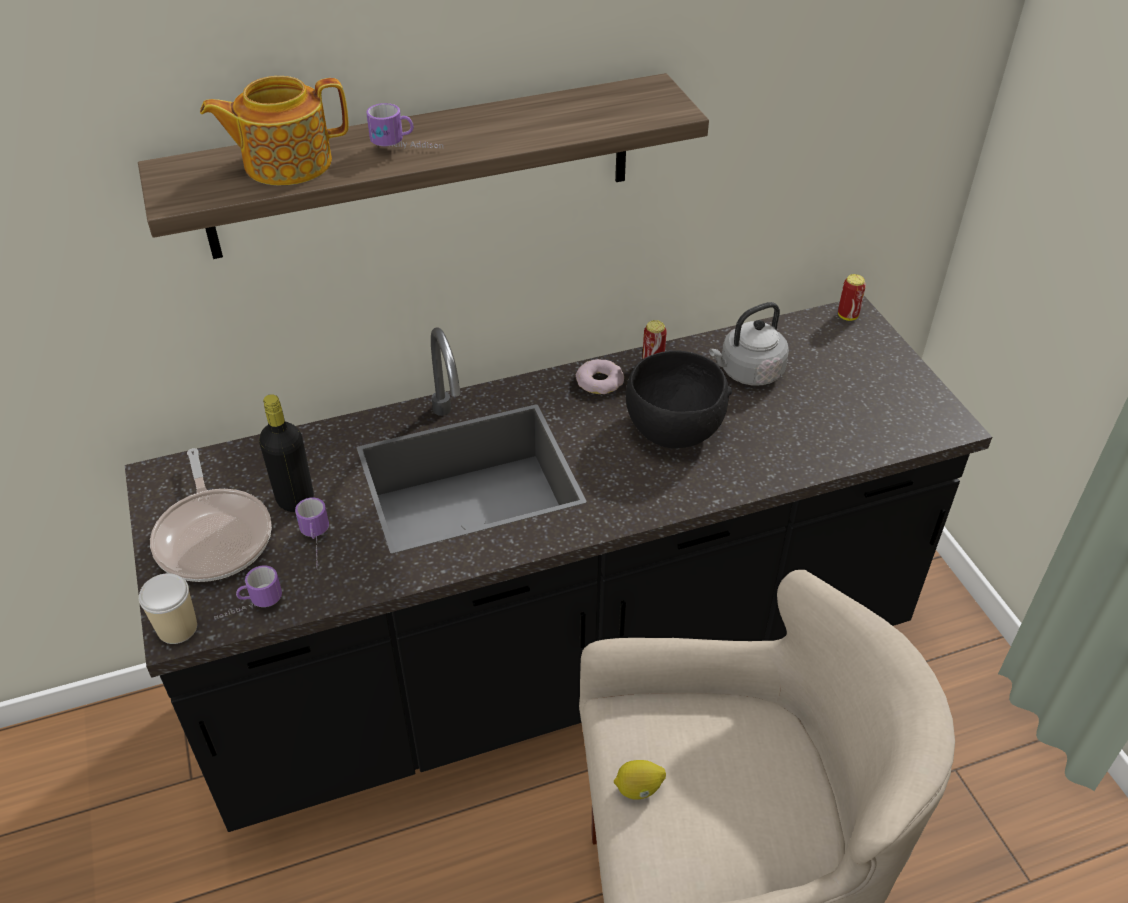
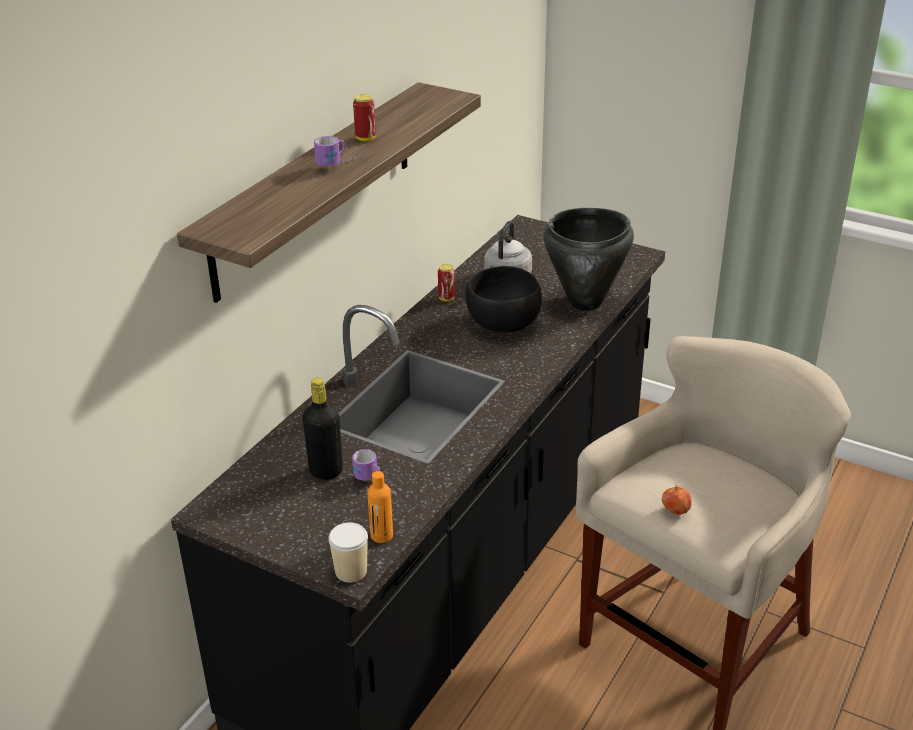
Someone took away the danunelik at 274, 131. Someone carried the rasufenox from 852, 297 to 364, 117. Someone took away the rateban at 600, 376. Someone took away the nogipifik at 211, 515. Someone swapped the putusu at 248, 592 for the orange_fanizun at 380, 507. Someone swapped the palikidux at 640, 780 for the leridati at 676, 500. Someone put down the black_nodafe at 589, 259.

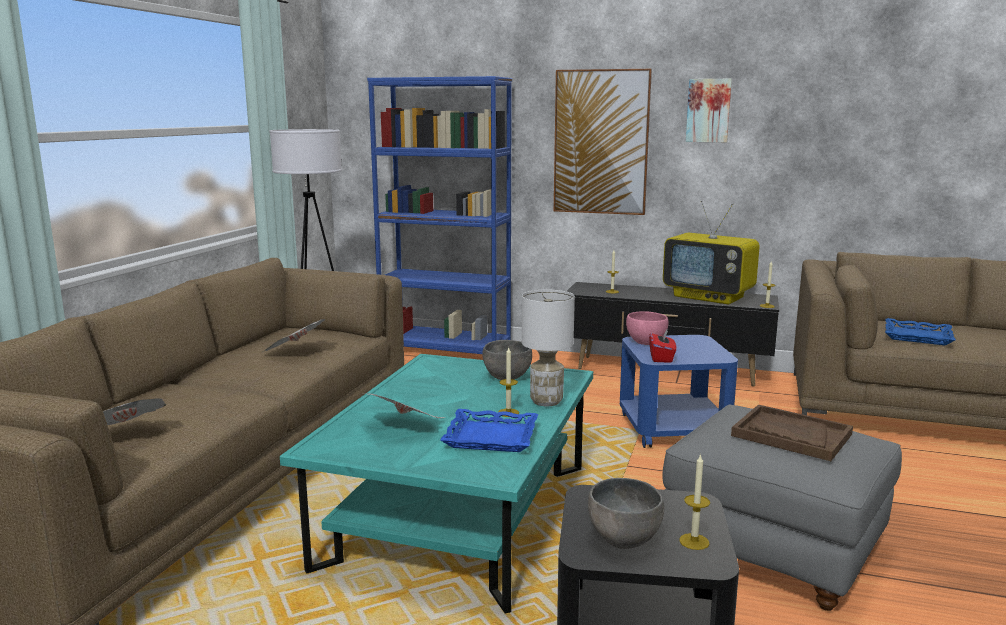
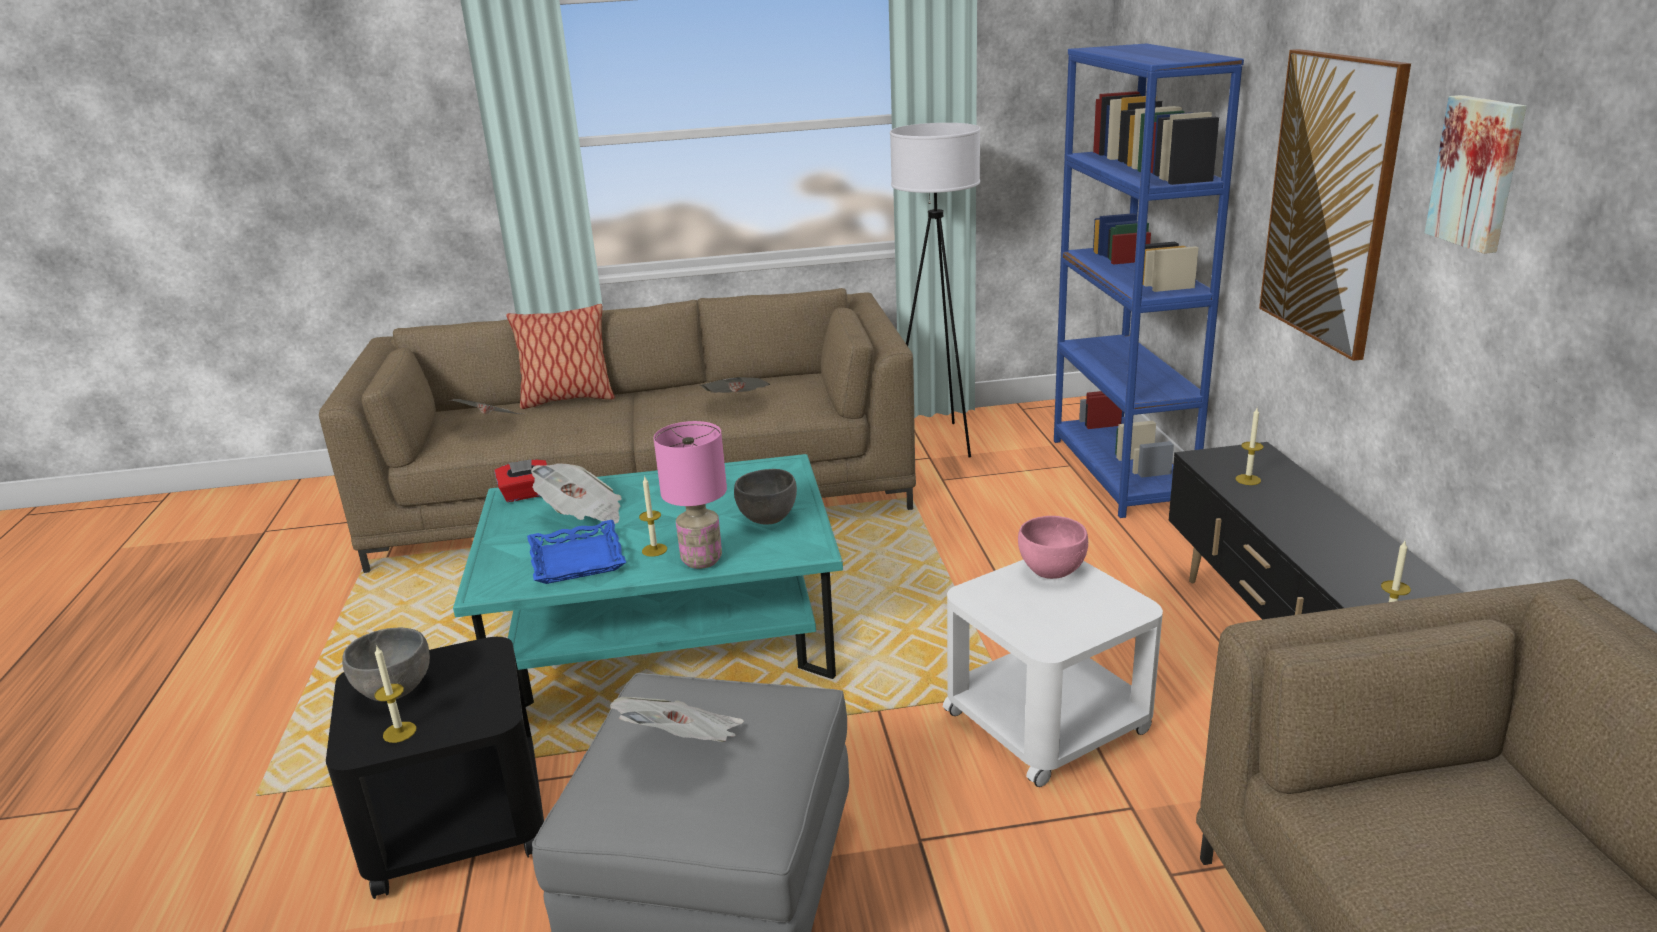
Someone took away the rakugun at 711, 252. Someone repainted the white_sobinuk at 548, 348, which became the pink_sobinuk at 690, 495. Someone took away the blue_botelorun at 920, 332. Someone carried the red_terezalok from 662, 346 to 521, 480. Someone repainted the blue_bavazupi at 679, 391, which became the white_bavazupi at 1053, 673. Someone swapped the brown_botelorun at 792, 432 for the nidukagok at 677, 719. Someone put down the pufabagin at 560, 356.

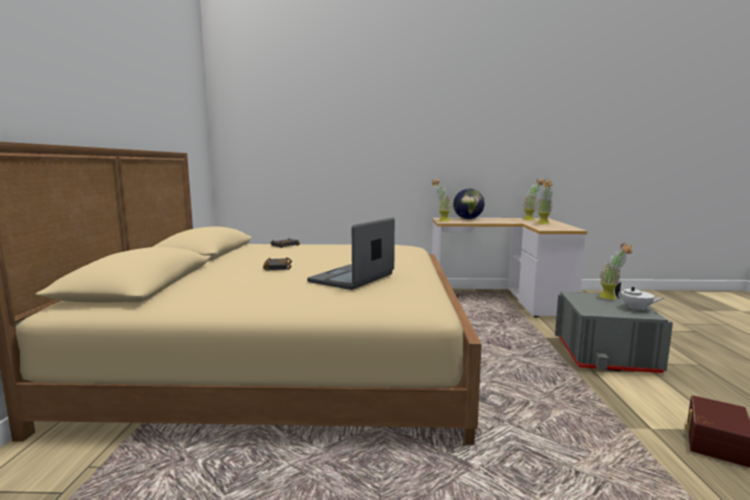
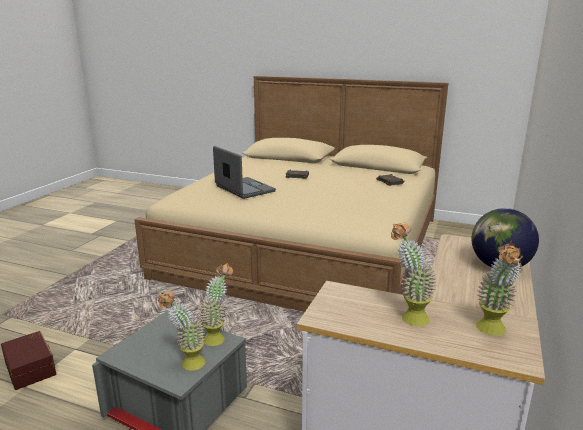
Someone carried the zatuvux from 442, 200 to 216, 304. Someone took away the white_danunelik at 639, 296.

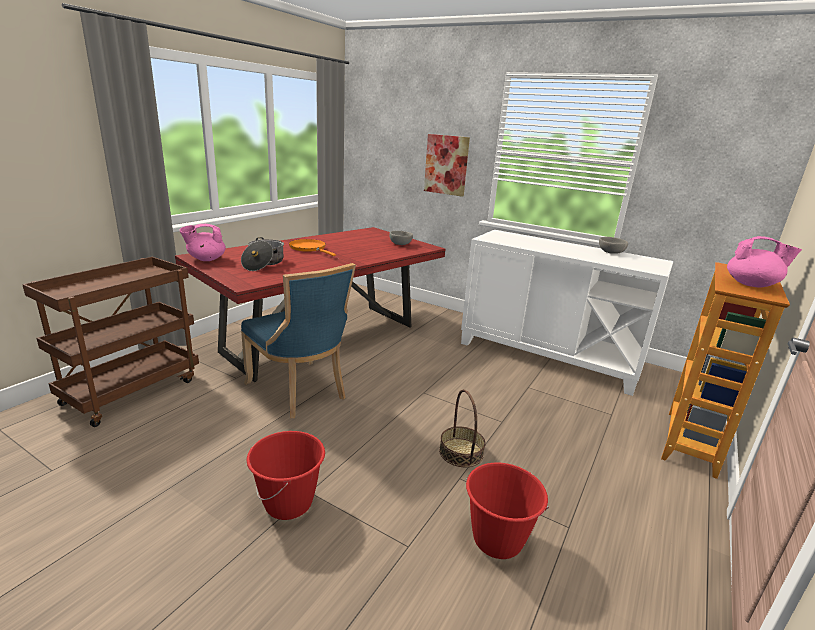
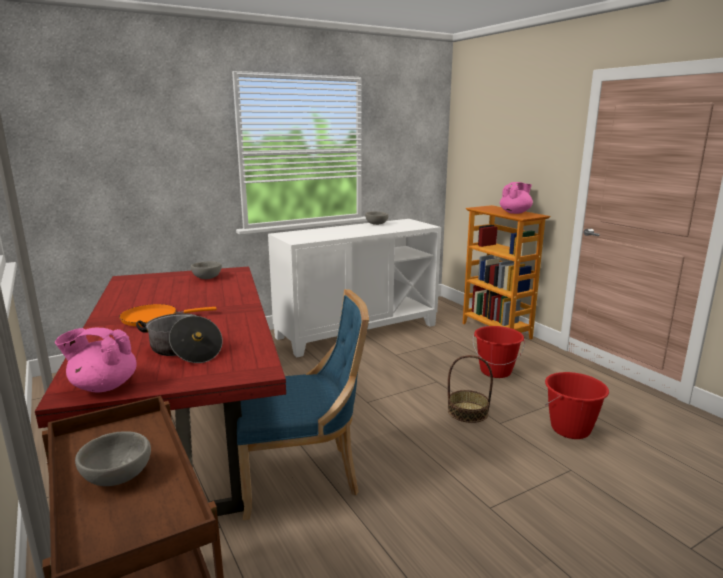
Someone took away the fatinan at 447, 165. Someone rotated the pink_danunelik at 203, 242 by 90 degrees clockwise. Someone carried the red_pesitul from 286, 475 to 499, 352. Someone put down the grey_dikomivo at 113, 458.

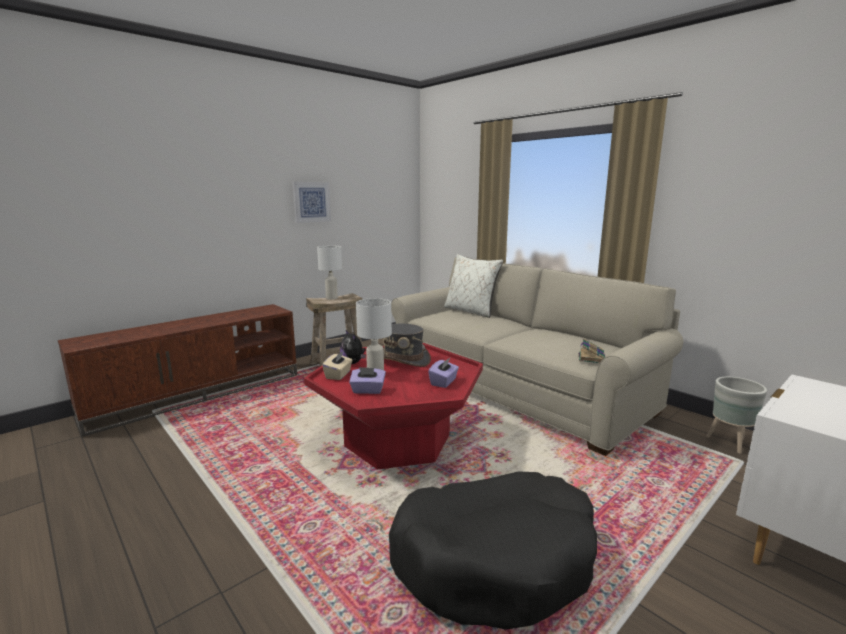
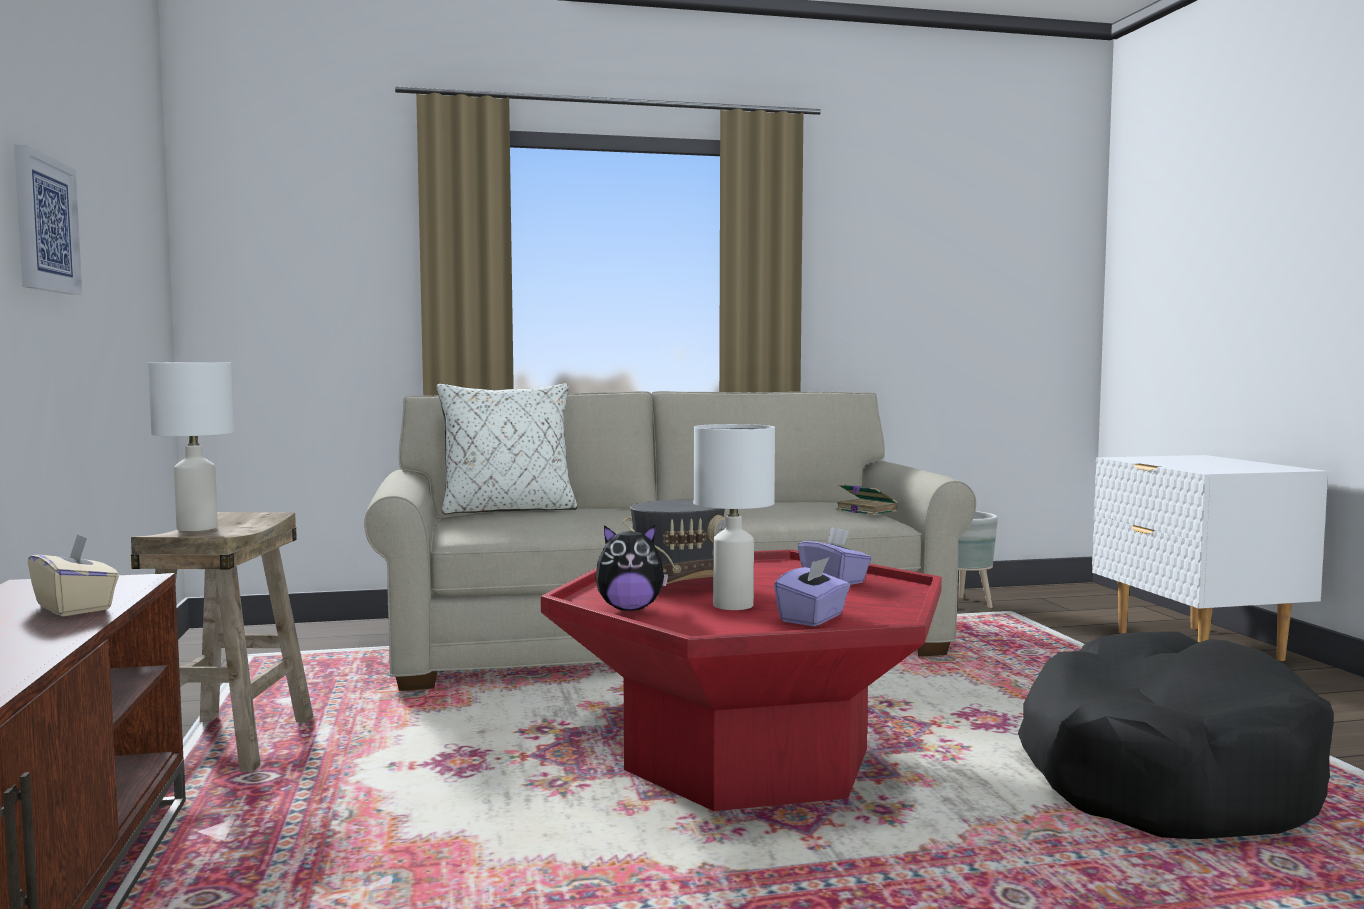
Someone carried the beige_terezalok from 337, 365 to 73, 575.

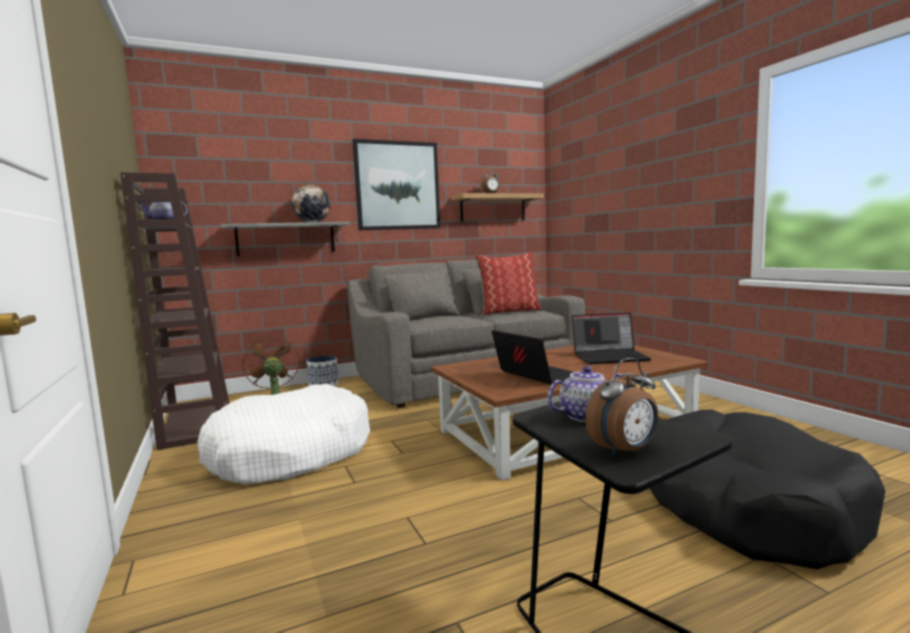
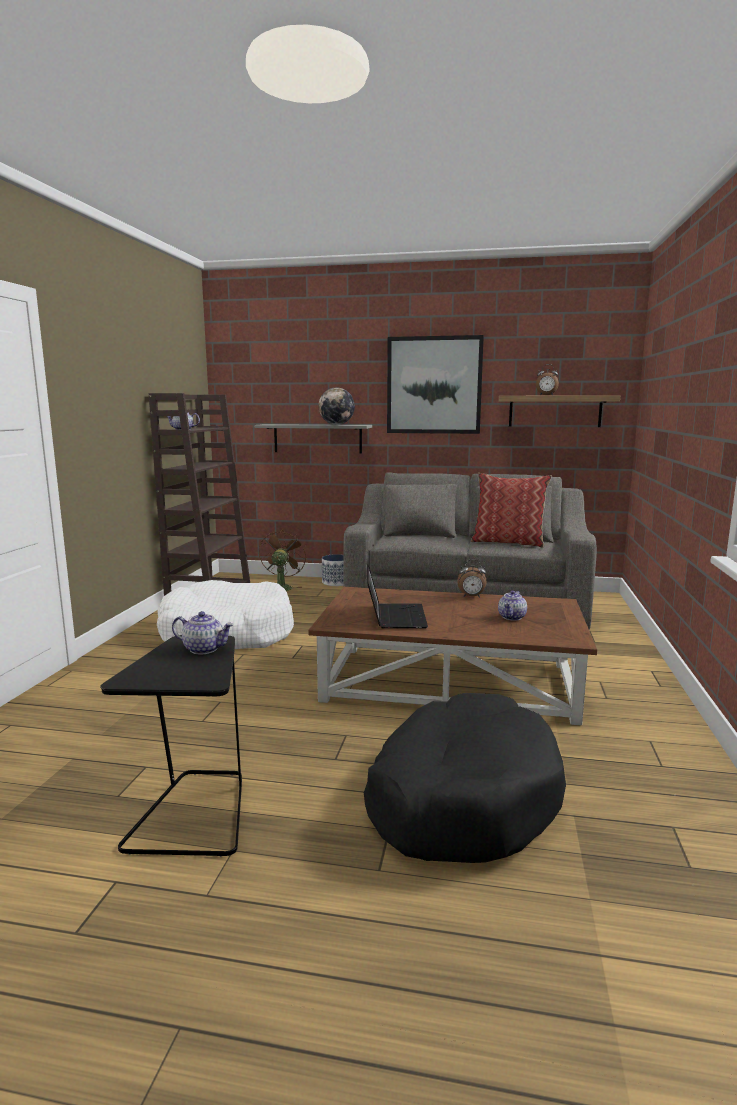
Someone swapped the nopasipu at 611, 338 for the danunelik at 512, 605. Someone carried the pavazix from 621, 407 to 472, 578.

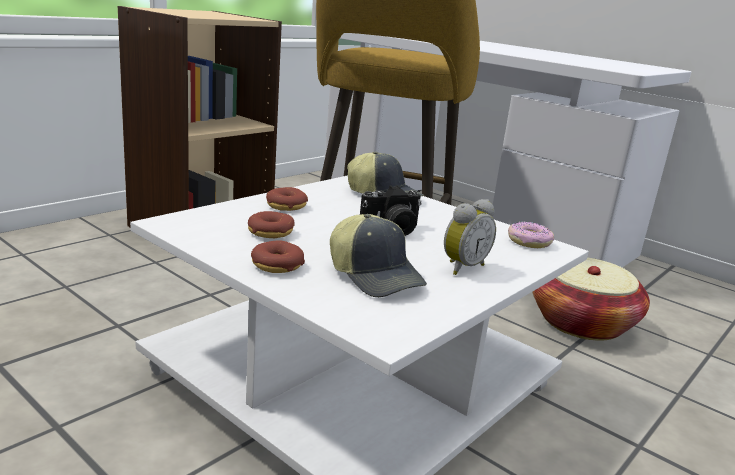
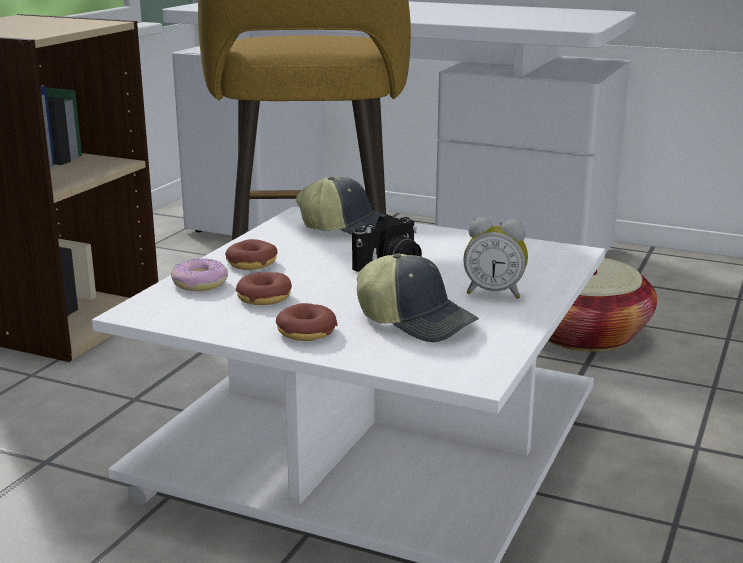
Someone rotated the pavazix at 470, 237 by 75 degrees clockwise. Someone carried the rateban from 531, 235 to 199, 275.

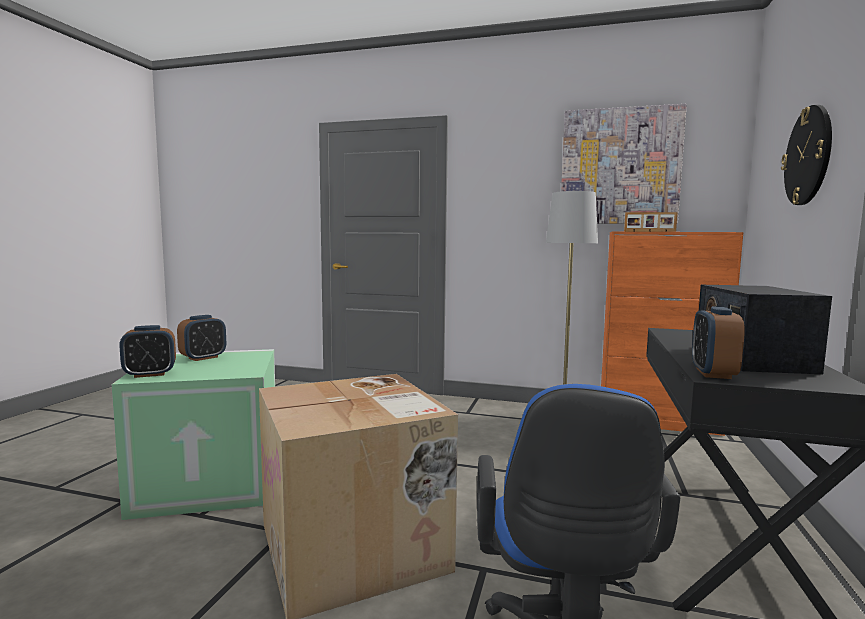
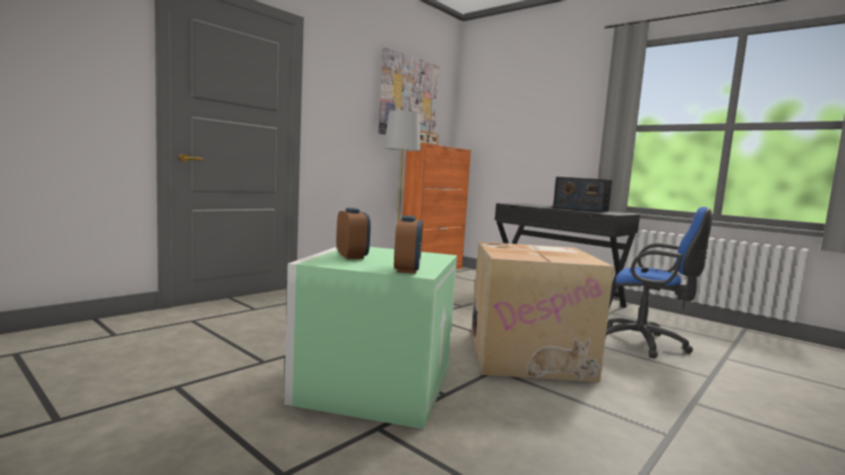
Someone took away the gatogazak at 806, 155. Someone took away the pavazix at 718, 342.

